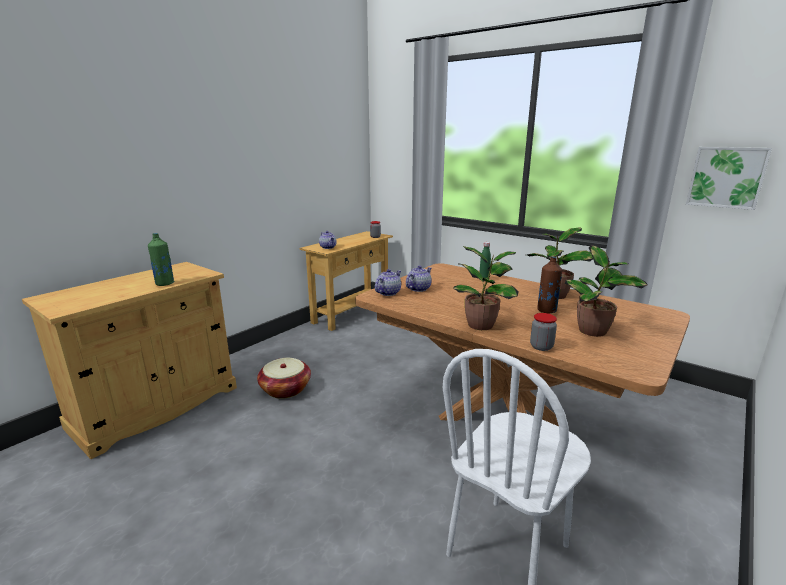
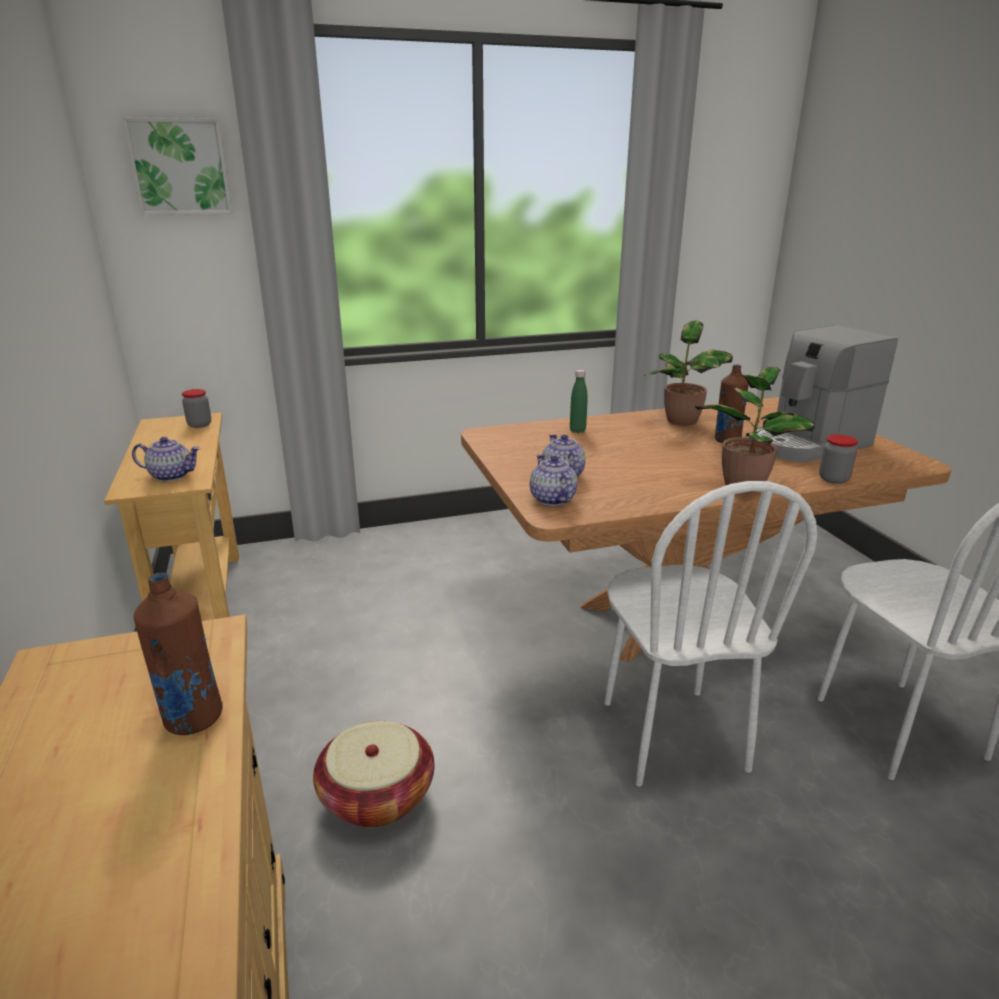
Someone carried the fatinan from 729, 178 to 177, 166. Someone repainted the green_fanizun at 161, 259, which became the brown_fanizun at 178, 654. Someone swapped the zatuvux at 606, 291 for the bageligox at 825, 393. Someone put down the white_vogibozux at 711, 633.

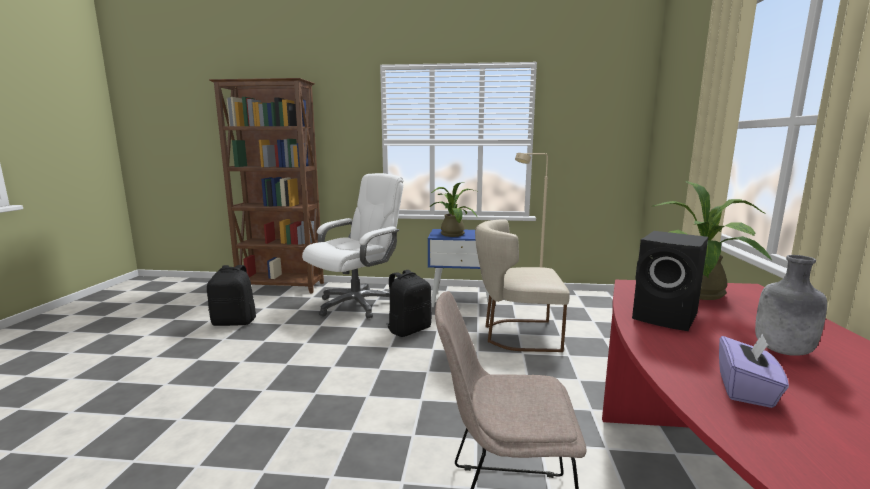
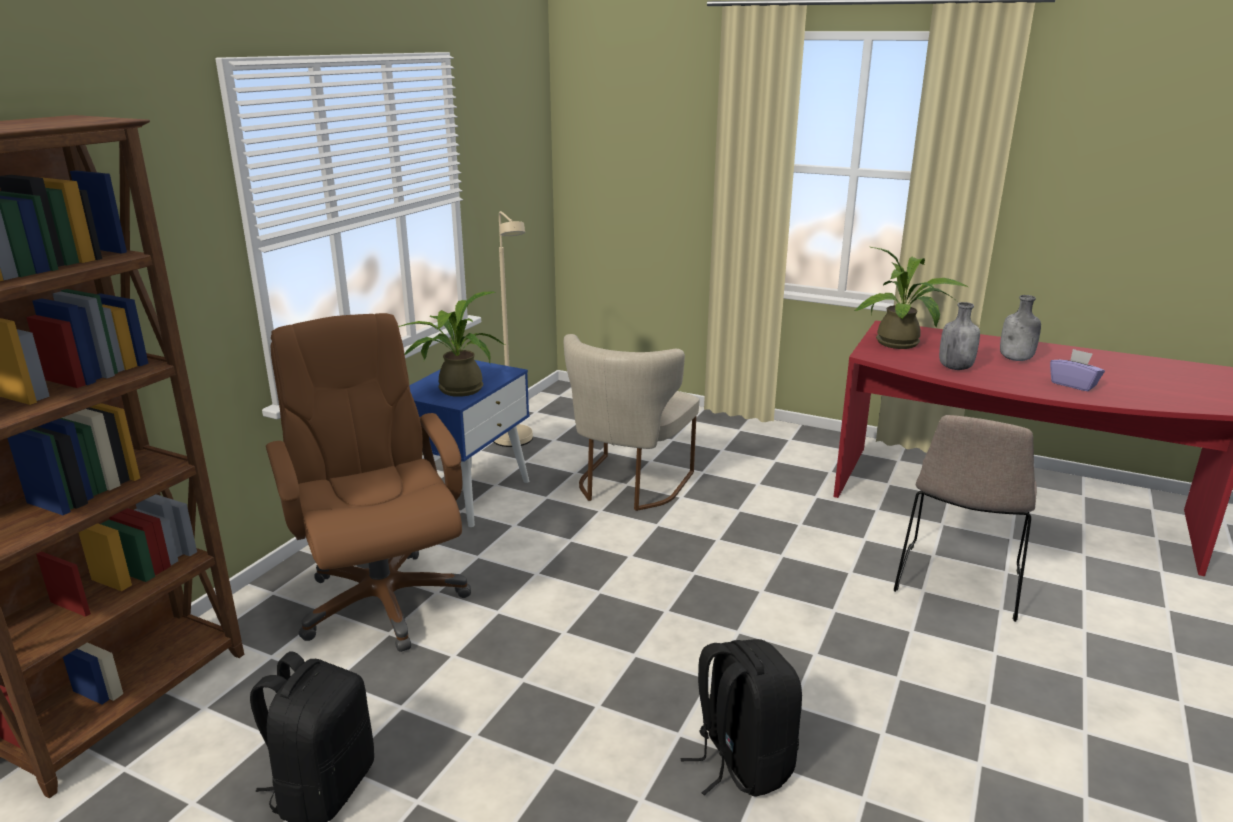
Someone repainted the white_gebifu at 352, 246, which became the brown_gebifu at 368, 482. Someone swapped the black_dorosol at 670, 281 for the grey_fanizun at 959, 336. Someone carried the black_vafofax from 409, 303 to 741, 718.

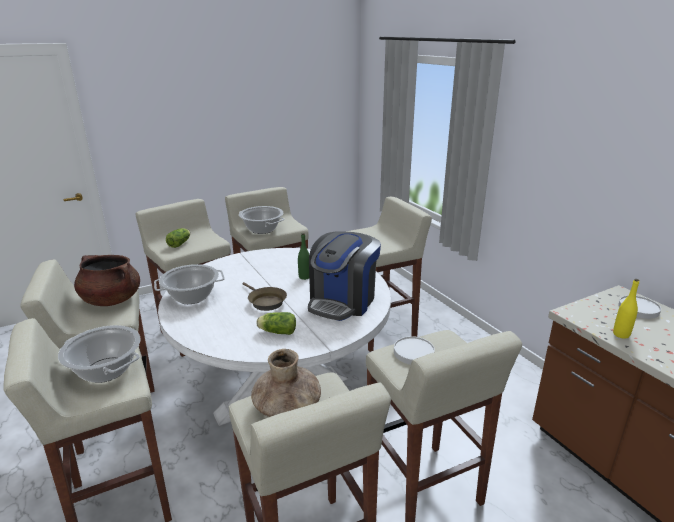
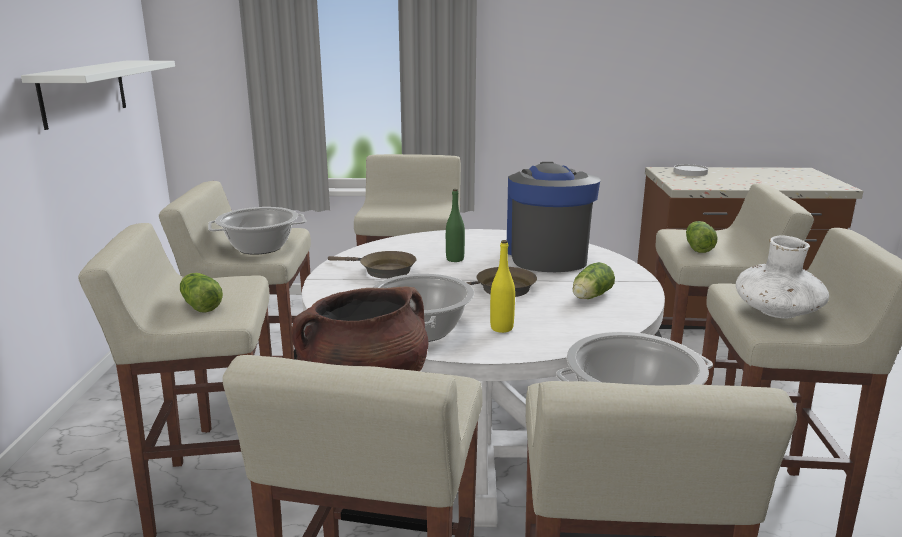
Someone rotated the bageligox at 344, 276 by 150 degrees counterclockwise. Someone carried the yellow_fanizun from 626, 309 to 502, 286. Someone swapped the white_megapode at 414, 350 for the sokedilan at 702, 237. Someone repainted the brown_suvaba at 286, 383, which became the white_suvaba at 782, 277. Someone put up the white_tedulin at 98, 95. Someone put down the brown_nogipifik at 372, 265.

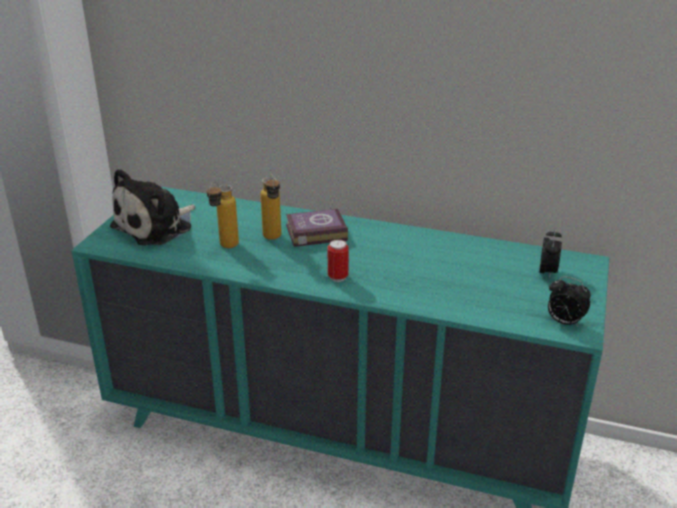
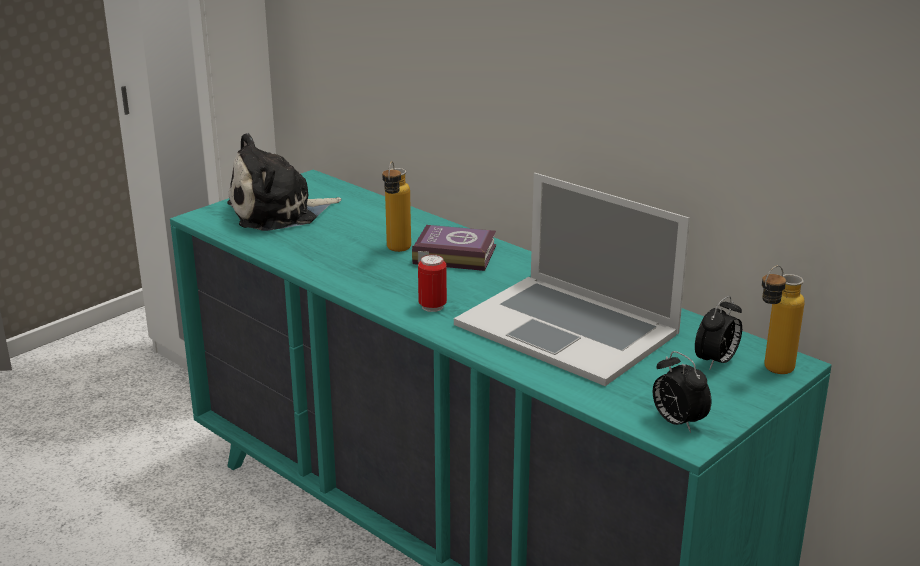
Someone carried the fanizun from 223, 214 to 783, 319. Someone put down the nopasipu at 572, 279.

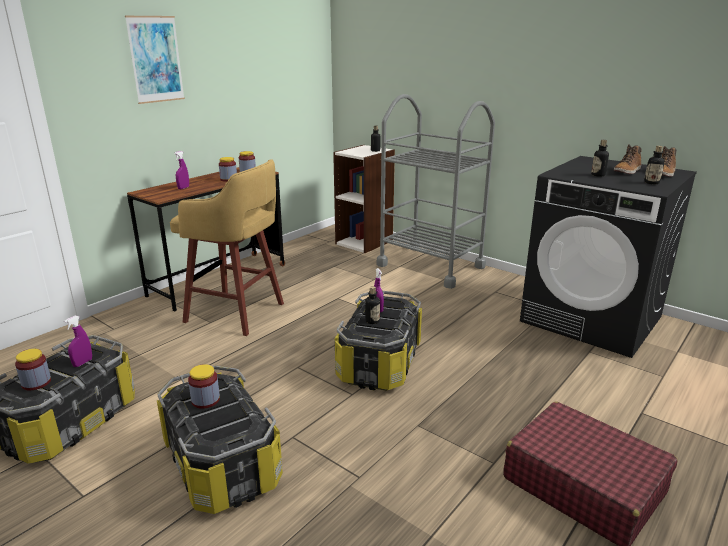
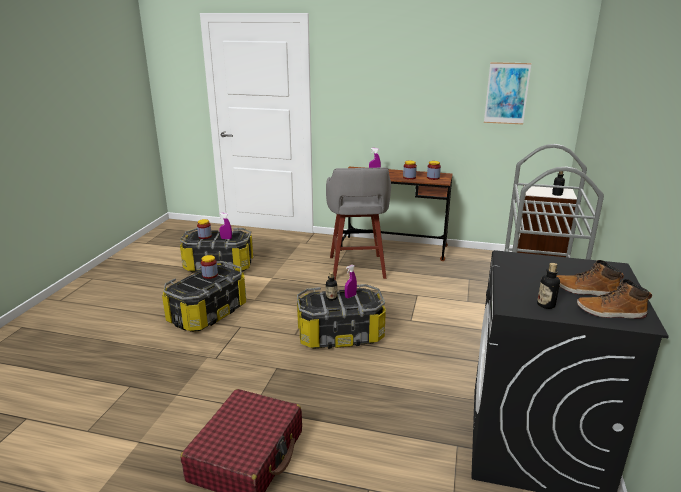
Someone carried the fatinan from 155, 60 to 508, 93. Someone took away the fanizun at 600, 158. Someone repainted the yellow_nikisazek at 227, 247, which became the grey_nikisazek at 358, 223.

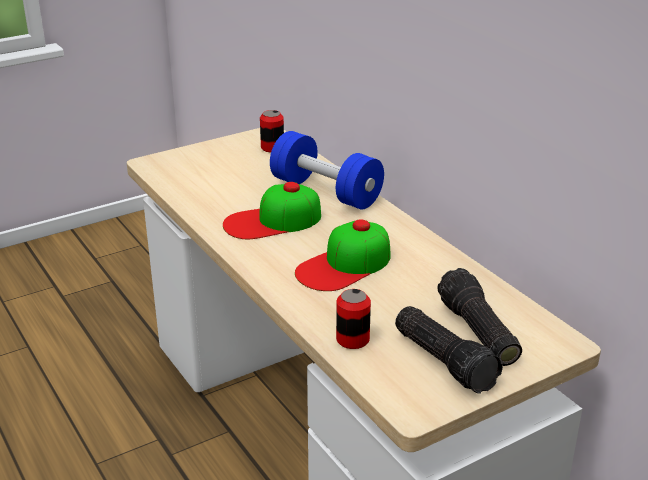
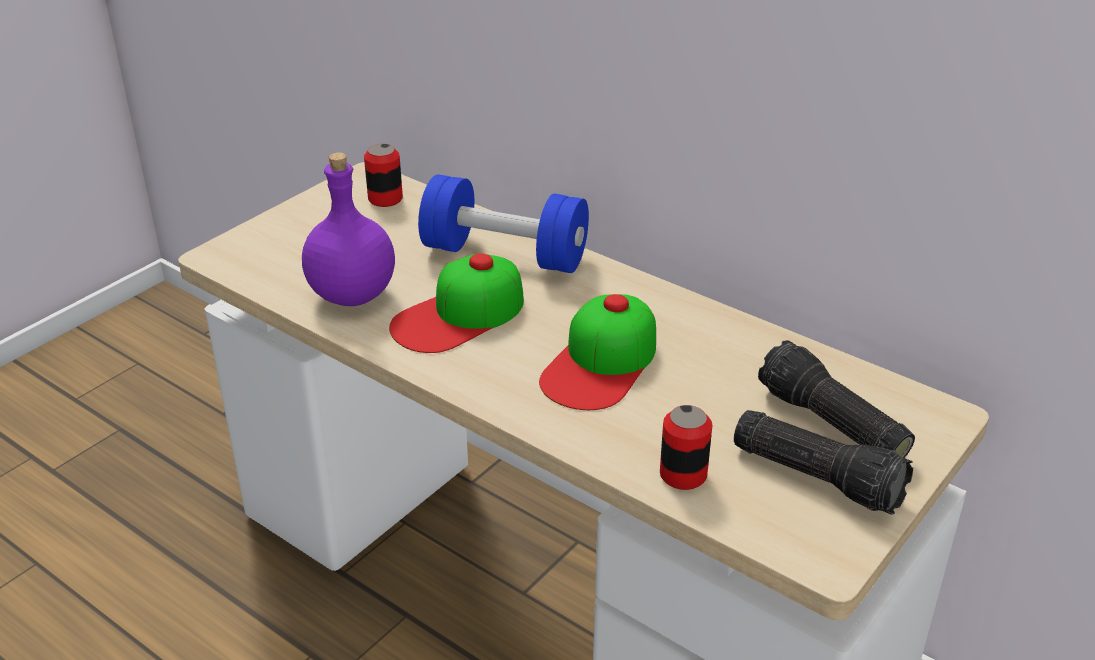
Someone put down the purple_fanizun at 348, 229.

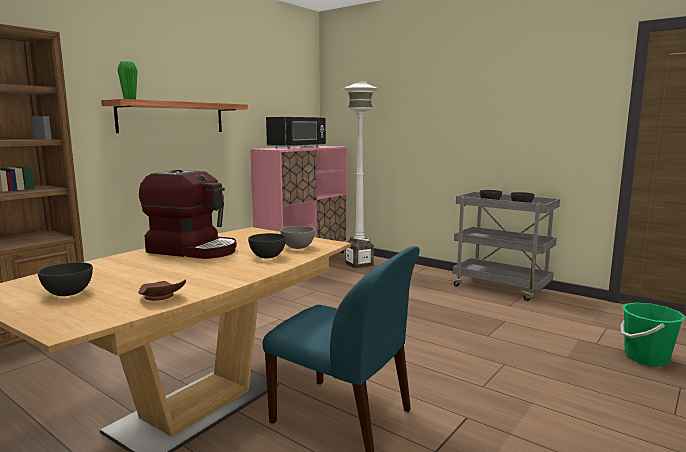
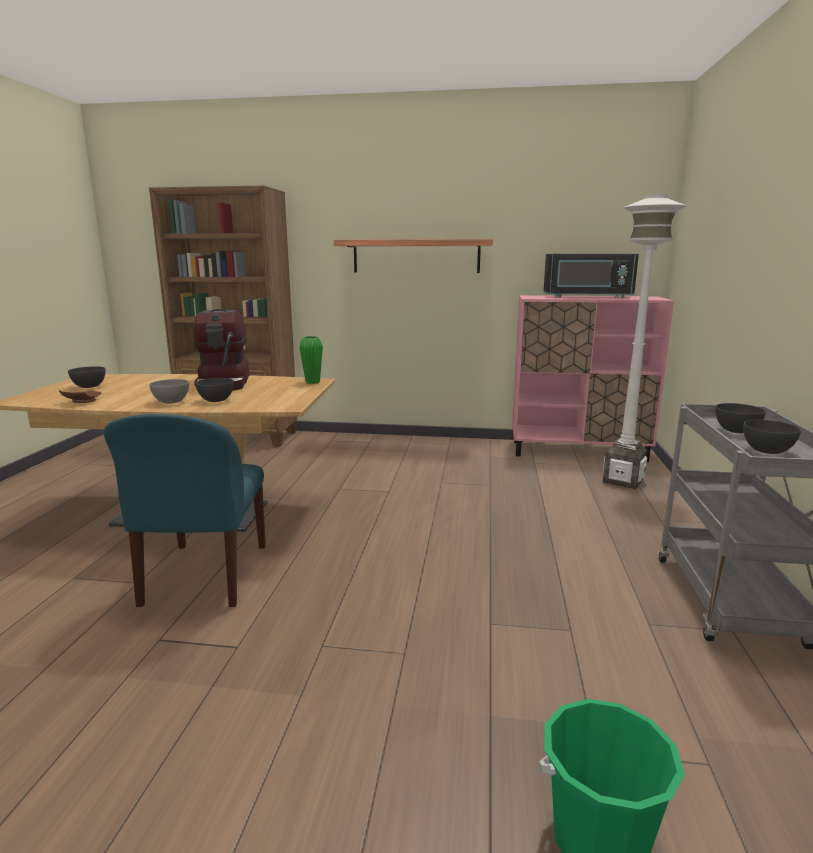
Someone carried the green_suvaba from 127, 80 to 311, 360. Someone carried the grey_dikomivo from 297, 237 to 169, 391.

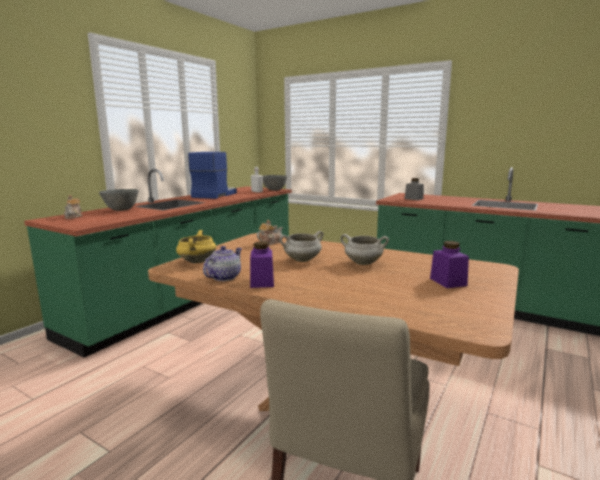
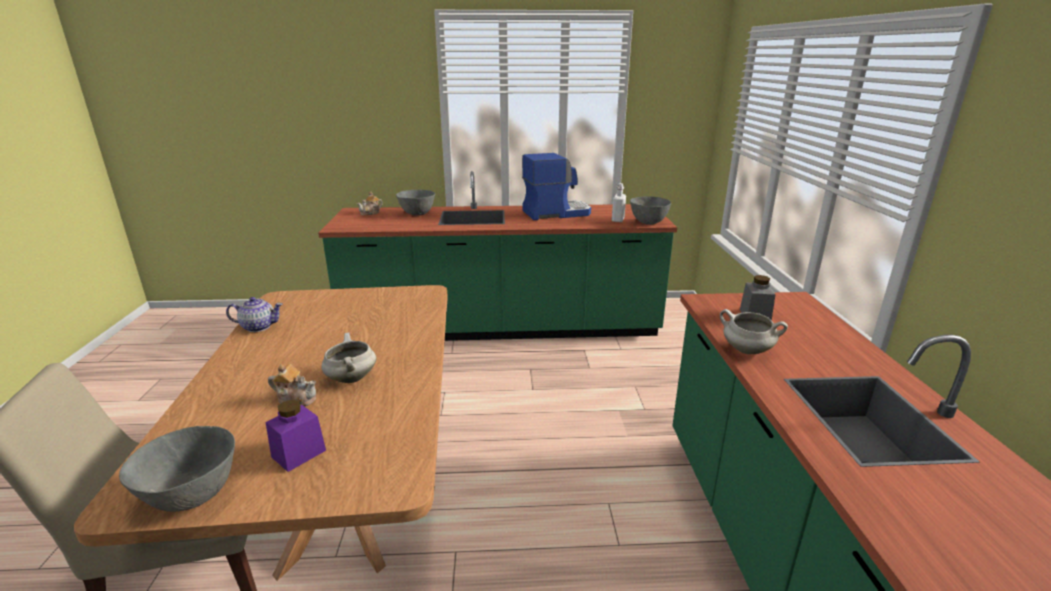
Someone carried the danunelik from 270, 232 to 292, 385. Someone took away the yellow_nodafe at 196, 246. Someone carried the white_nodafe from 302, 246 to 754, 331. Someone took away the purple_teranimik at 262, 264. Someone put down the grey_dikomivo at 177, 469.

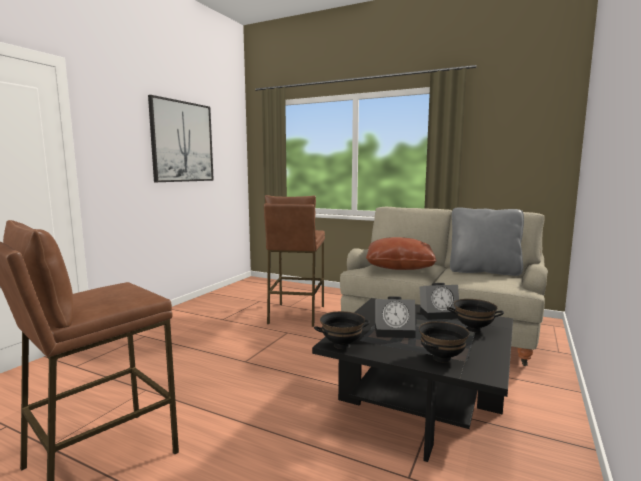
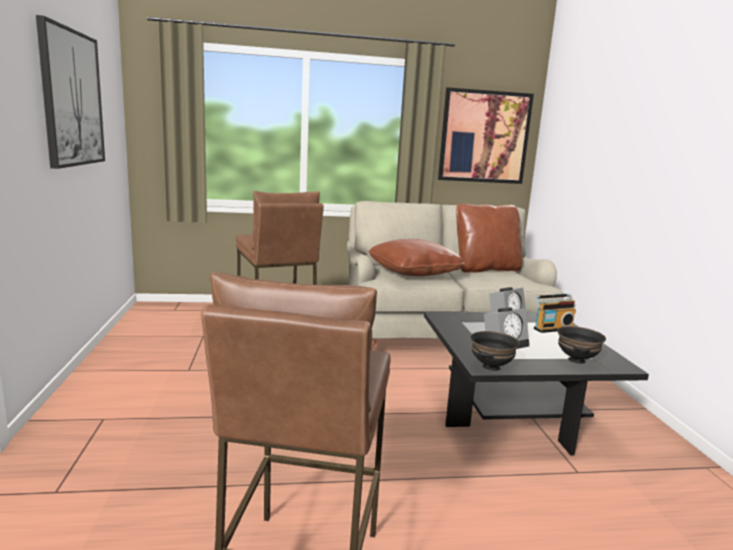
Someone repainted the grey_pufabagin at 487, 241, which became the brown_pufabagin at 489, 238. Someone swapped the black_dikomivo at 475, 315 for the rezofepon at 555, 313. Someone put up the fatinan at 486, 135.

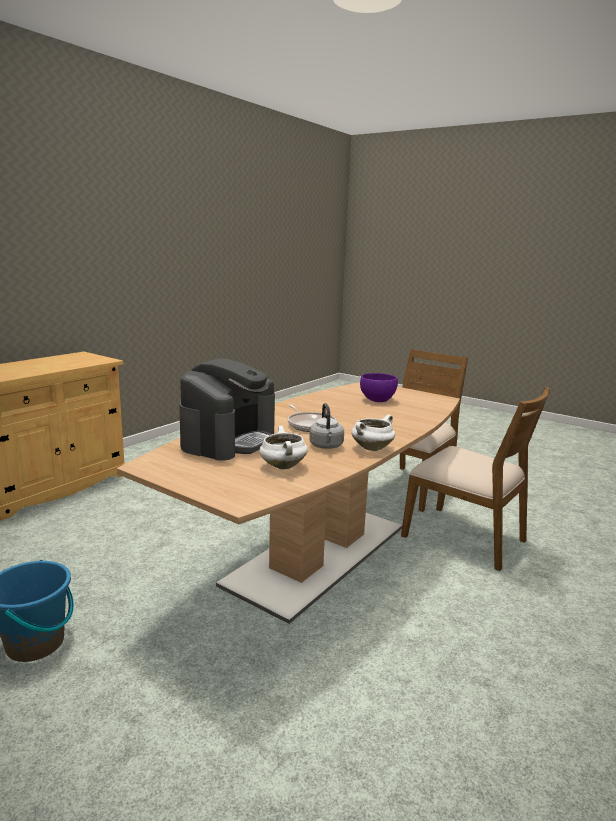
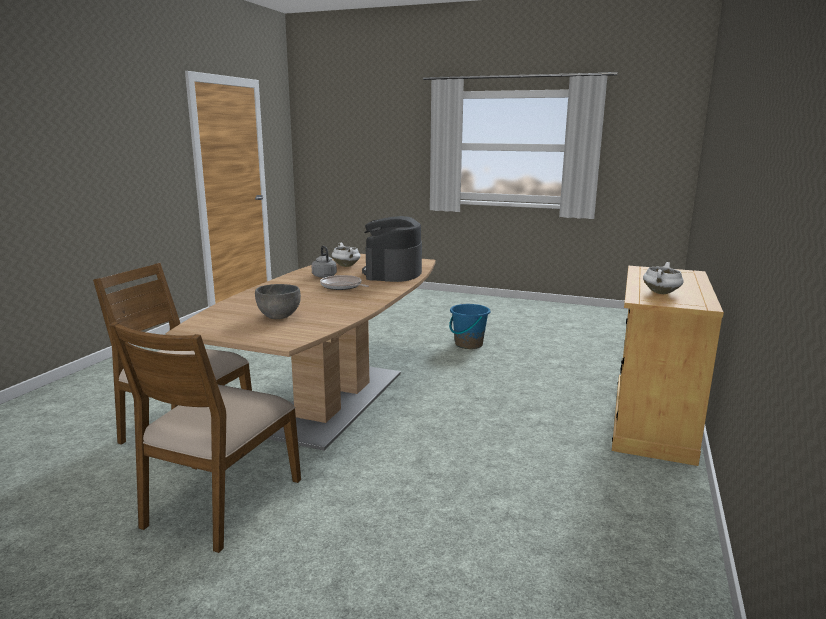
Someone repainted the purple_dikomivo at 379, 387, which became the grey_dikomivo at 278, 301. Someone carried the white_nodafe from 373, 432 to 663, 278.

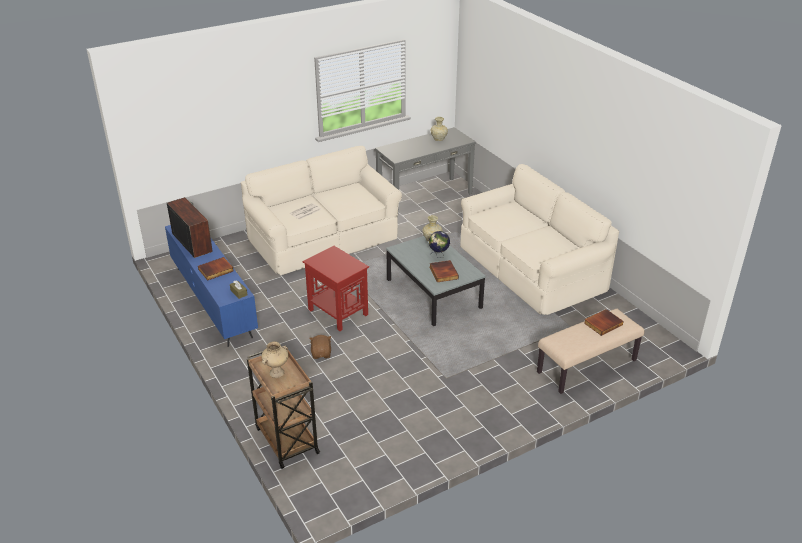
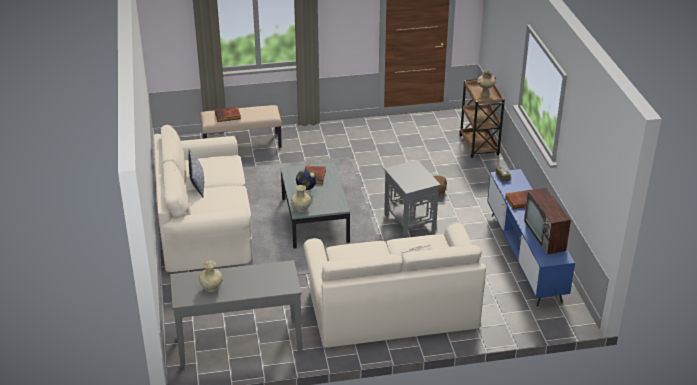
Someone repainted the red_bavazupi at 335, 288, which became the grey_bavazupi at 412, 199. Someone put down the pufabagin at 196, 173.

